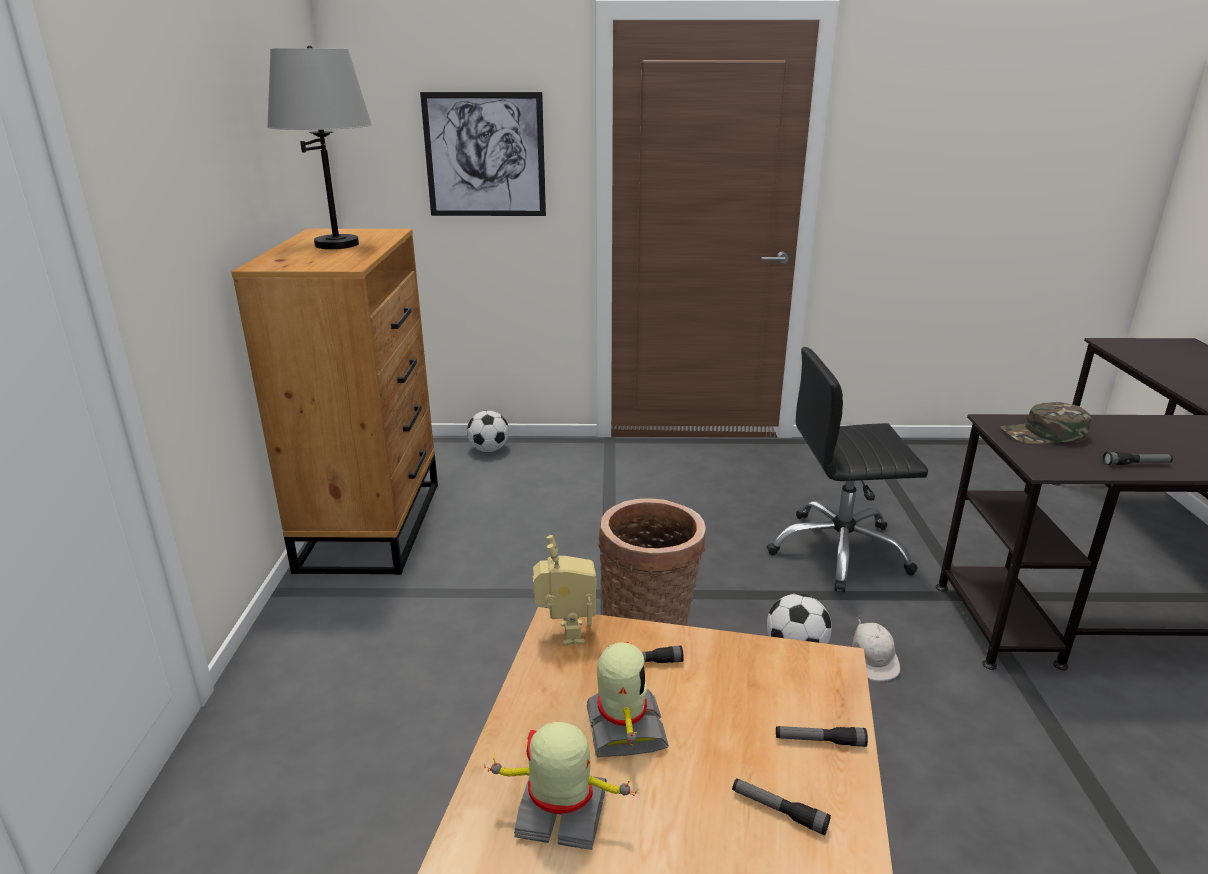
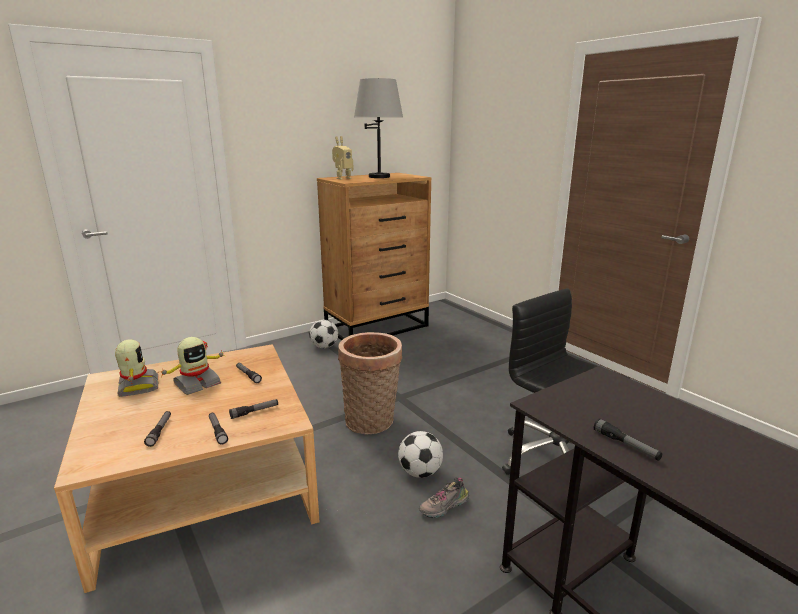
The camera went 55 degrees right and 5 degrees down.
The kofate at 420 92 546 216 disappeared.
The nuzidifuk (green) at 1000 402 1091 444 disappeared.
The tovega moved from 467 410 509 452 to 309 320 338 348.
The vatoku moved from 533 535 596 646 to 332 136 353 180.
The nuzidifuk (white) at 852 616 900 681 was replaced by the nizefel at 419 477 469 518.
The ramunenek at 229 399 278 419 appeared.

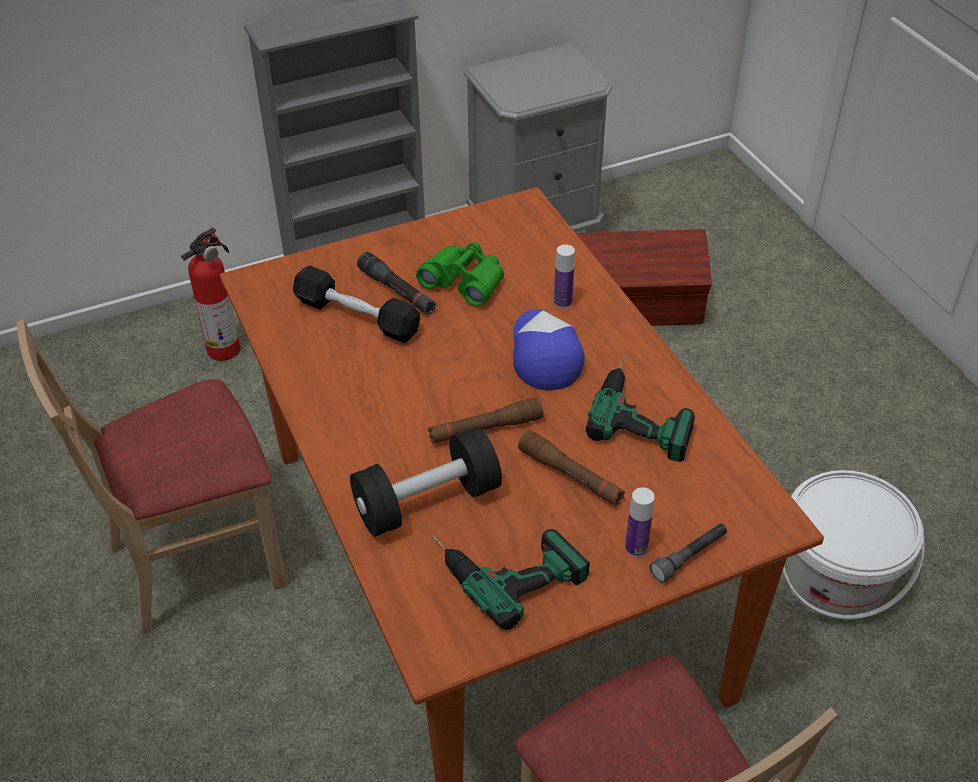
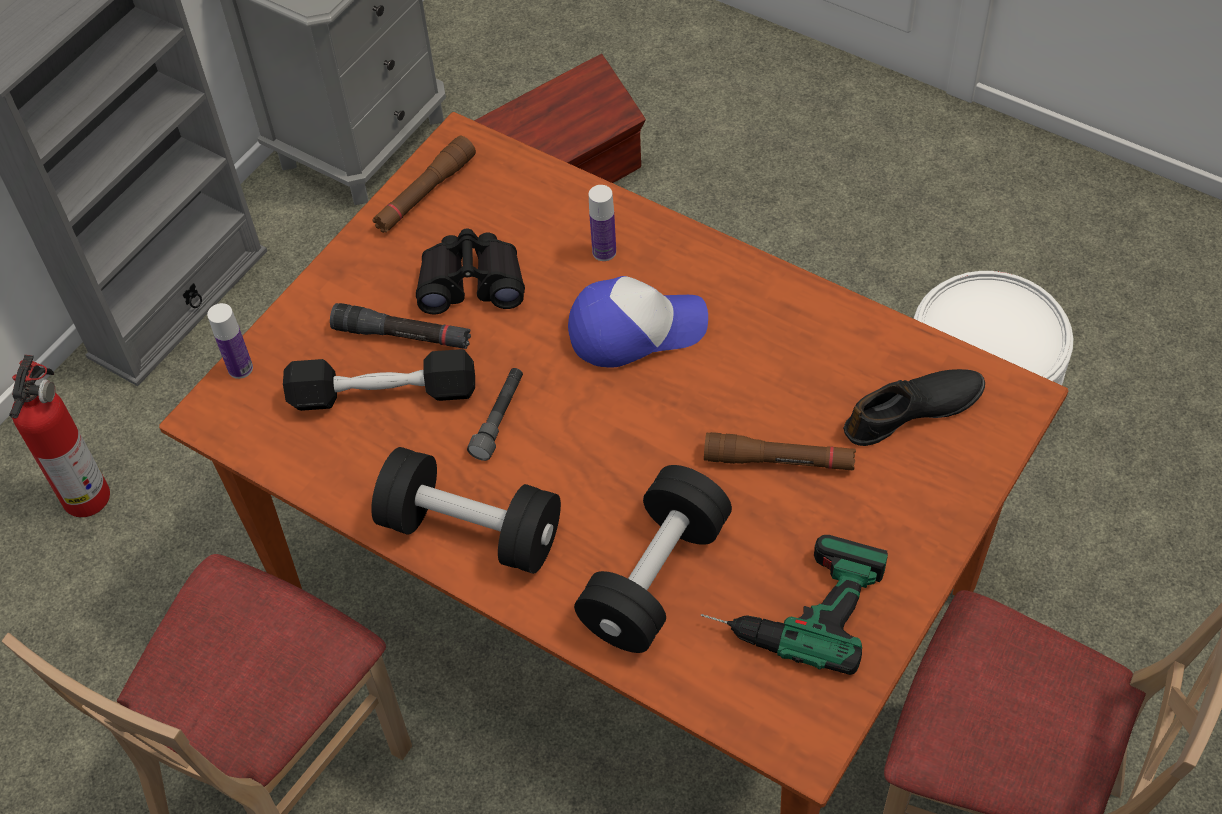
The camera went 30 degrees left and 10 degrees up.
The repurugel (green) at 416 242 504 307 became the repurugel (black) at 416 228 525 314.
The nuzidifuk at 513 309 585 390 turned 120 degrees clockwise.
The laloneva at 586 356 695 462 disappeared.
The ramunenek (brown) moved from 428 397 544 444 to 373 136 476 233.
The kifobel moved from 625 487 655 557 to 207 303 253 379.
The ramunenek (grey) moved from 650 524 727 583 to 467 368 523 461.
The nizefel (black) at 843 369 985 446 appeared.
The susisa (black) at 371 447 561 574 appeared.

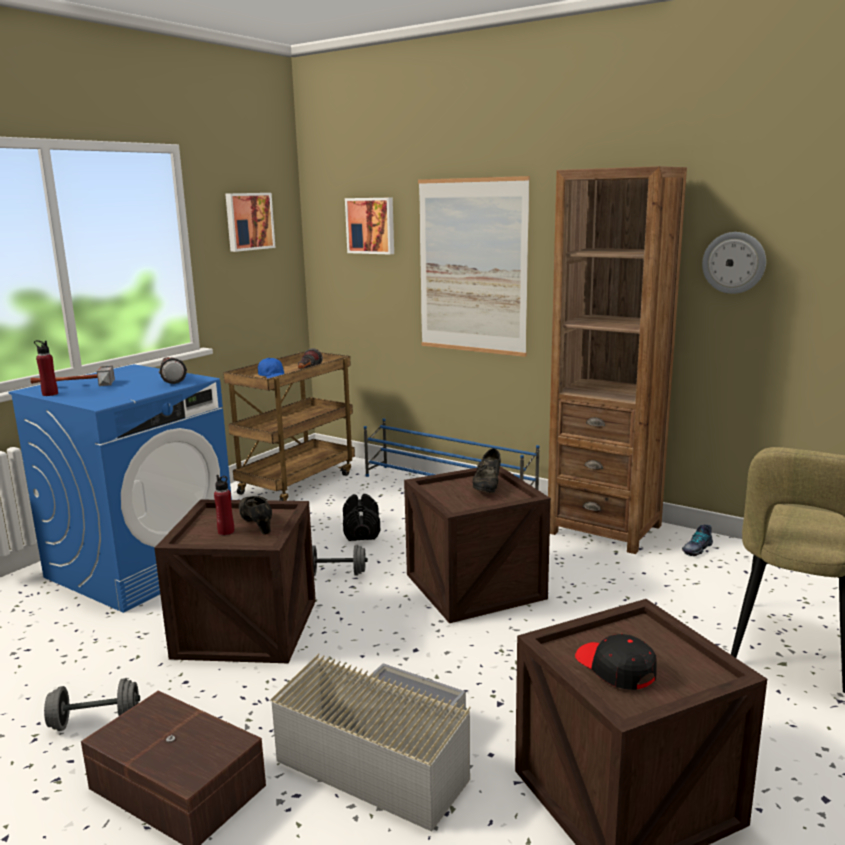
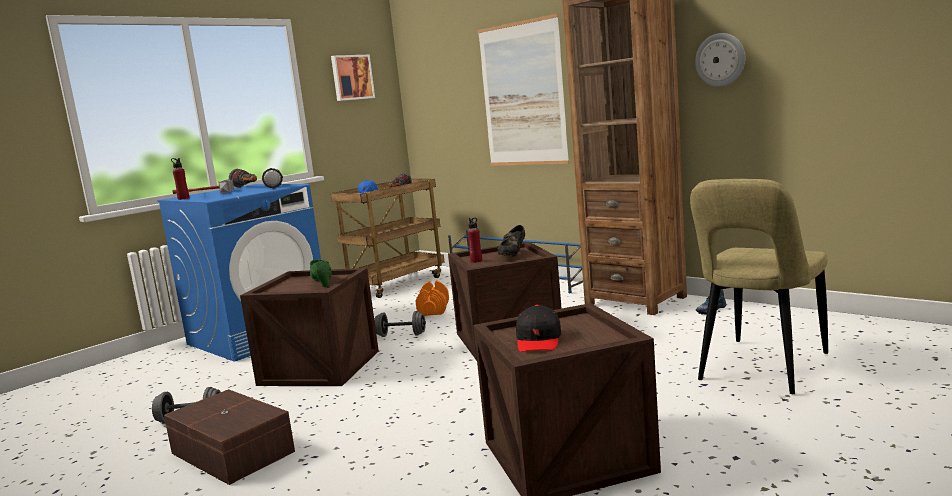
The camera went 10 degrees right and 5 degrees down.
The kofate at 345 197 394 255 disappeared.
The kifobel (red) moved from 214 475 234 535 to 467 218 482 263.
The susisa (black) at 343 494 380 541 became the susisa (orange) at 415 281 449 316.
The nizefel (black) at 239 496 272 535 became the nizefel (green) at 310 259 332 287.
The nuzidifuk (black) at 575 634 657 690 turned 150 degrees counterclockwise.
The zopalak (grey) at 270 654 470 832 disappeared.
The ramunenek at 229 169 257 188 appeared.

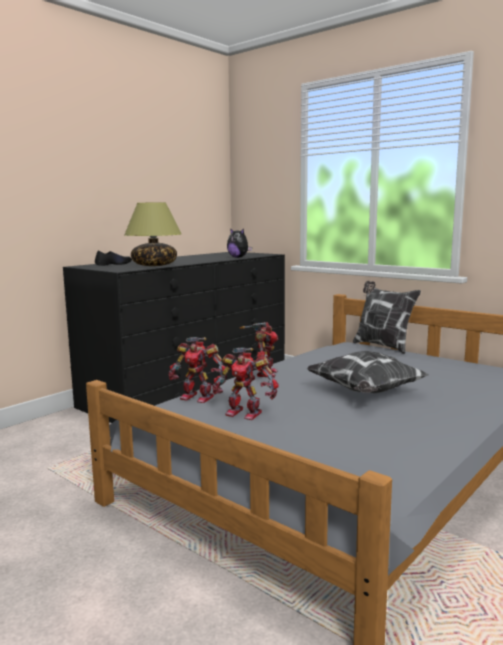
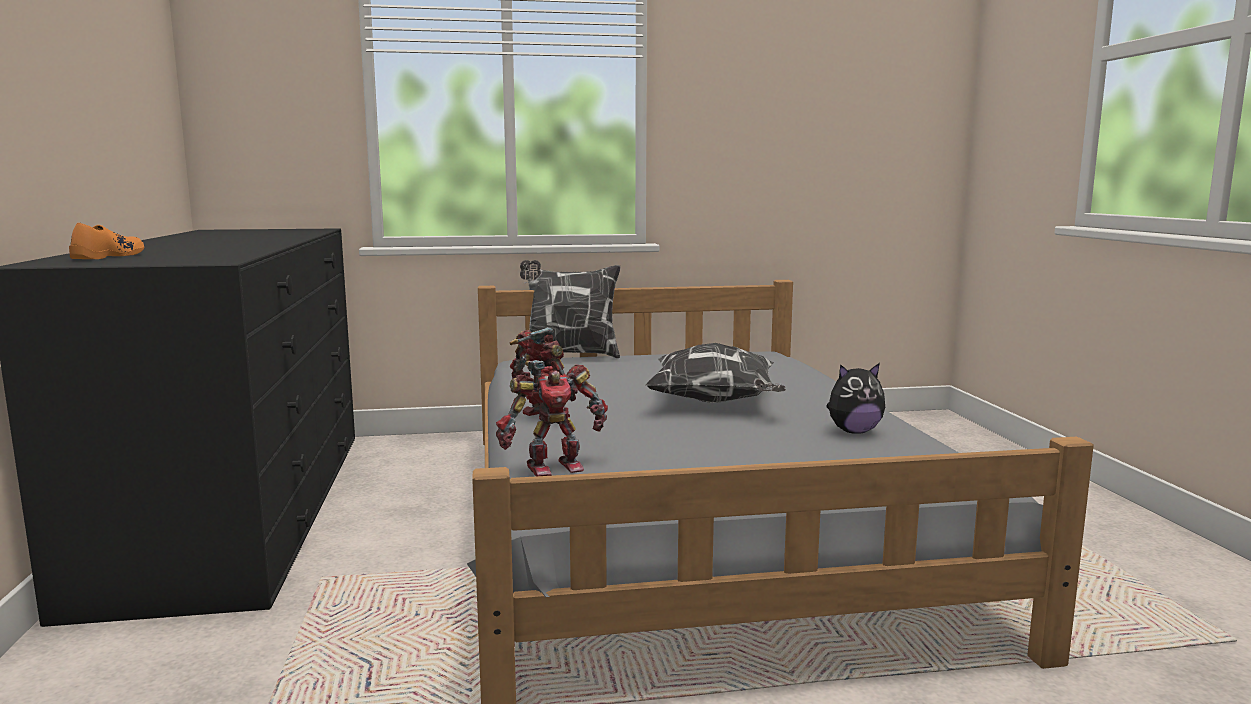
The camera went 50 degrees left and 0 degrees up.
The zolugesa at 124 203 181 266 disappeared.
The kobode moved from 227 228 252 258 to 826 363 885 434.
The nizefel (black) at 95 250 132 266 became the nizefel (orange) at 69 223 144 259.
The vatoku at 212 348 279 420 disappeared.

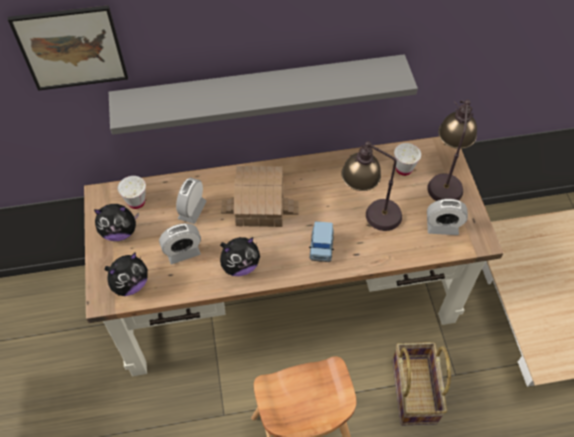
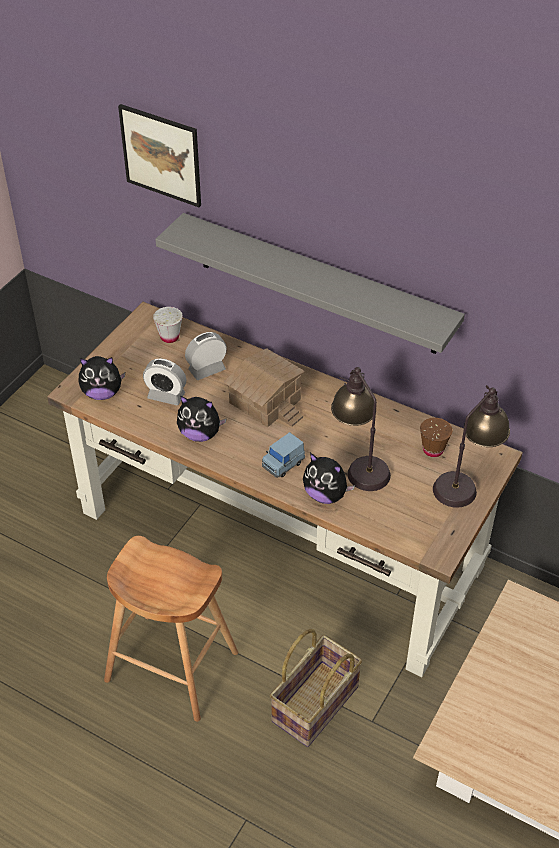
The camera went 40 degrees right and 10 degrees down.
The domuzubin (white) at 394 143 421 176 became the domuzubin (brown) at 420 418 452 457.
The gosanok at 427 199 468 235 disappeared.
The kobode moved from 94 204 139 241 to 303 453 355 504.

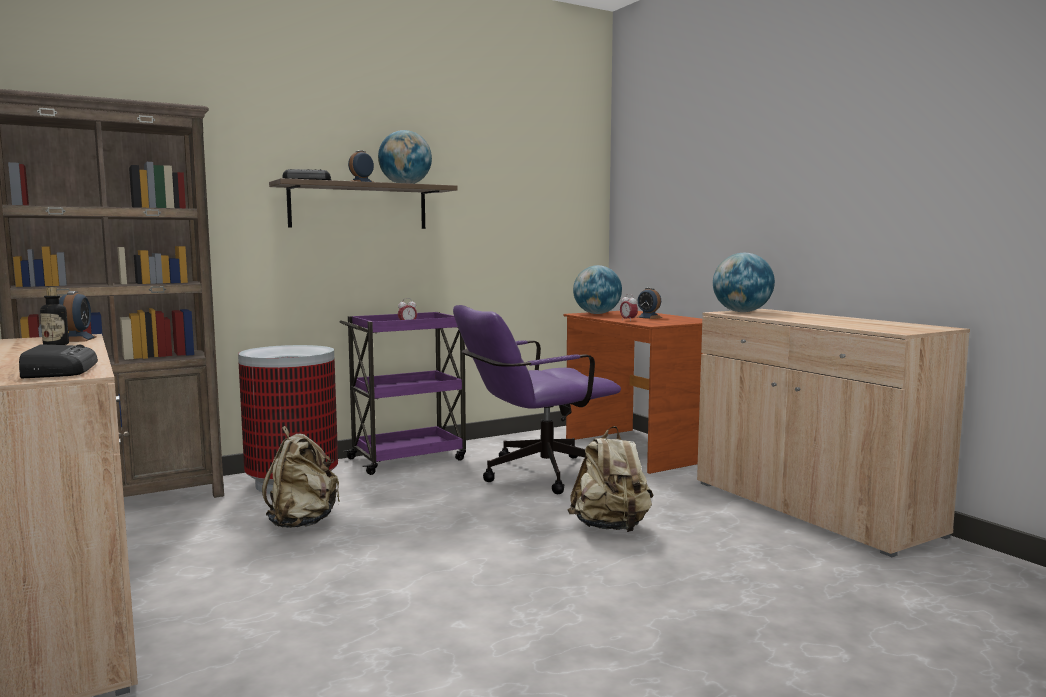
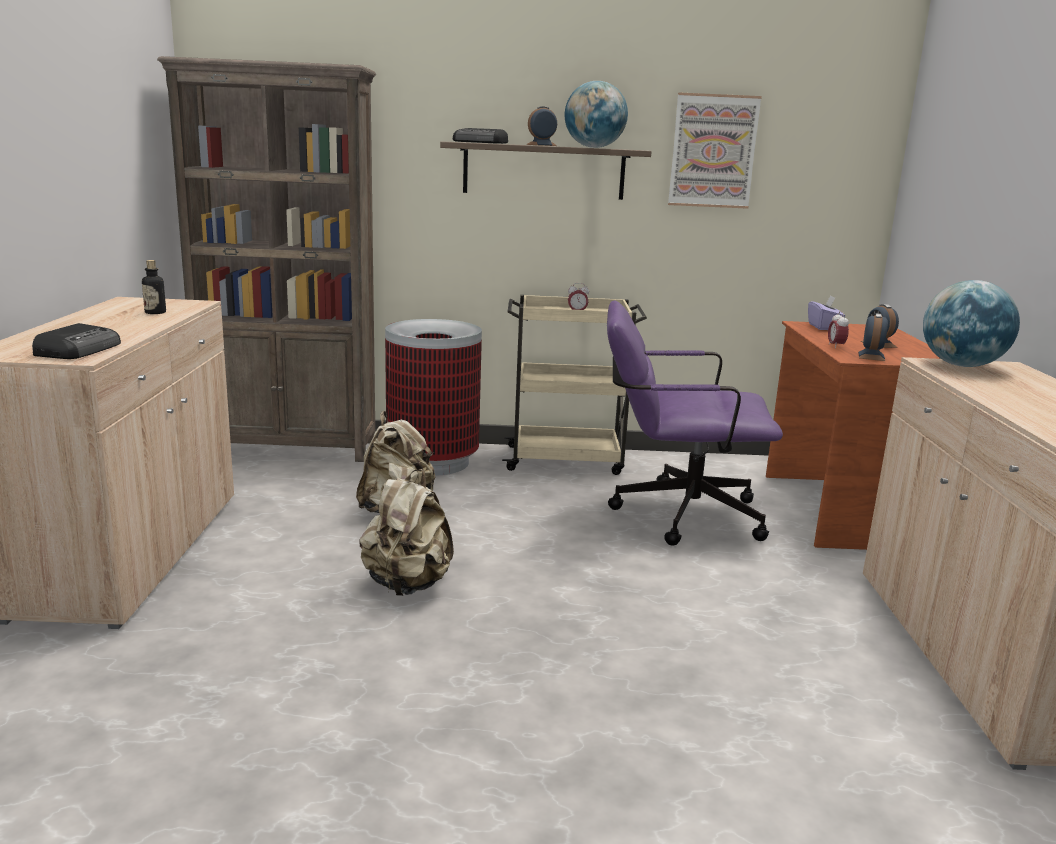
The camera went 30 degrees right and 10 degrees up.
The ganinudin at 573 265 622 314 was replaced by the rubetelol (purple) at 808 295 845 330.
The gosanok moved from 59 291 96 342 to 858 313 888 361.
The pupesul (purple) at 340 312 466 475 became the pupesul (beige) at 502 295 647 475.
The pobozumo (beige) moved from 568 426 654 532 to 359 469 454 596.
The kofate at 668 93 762 209 appeared.

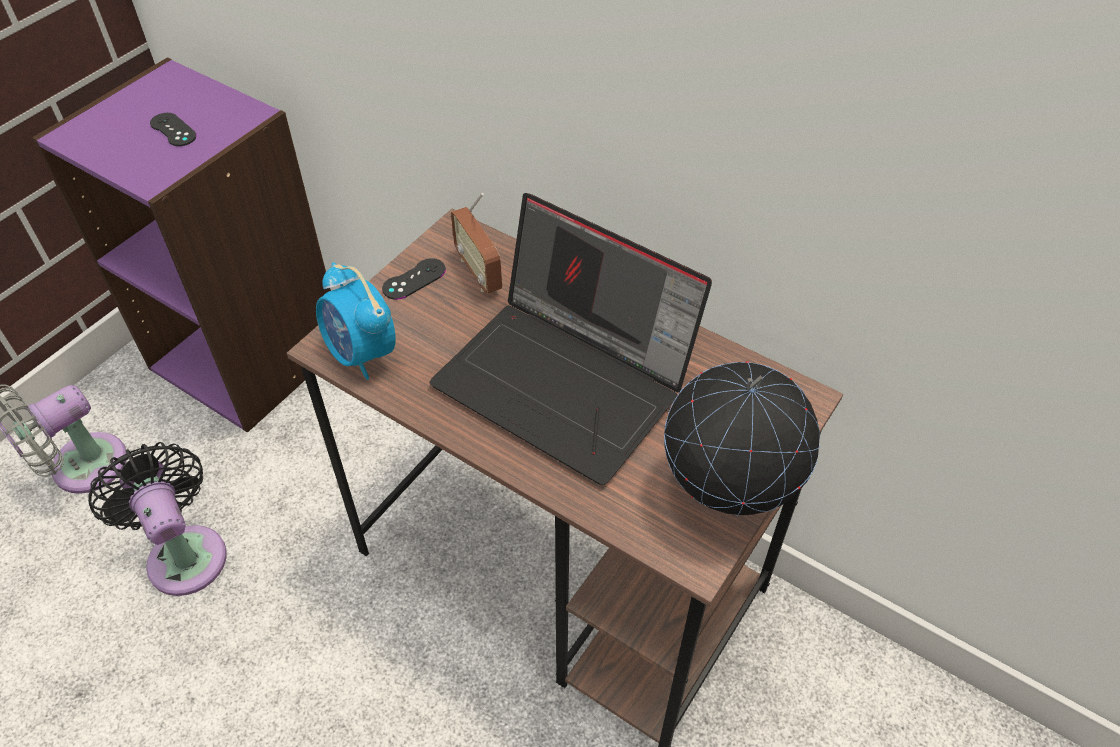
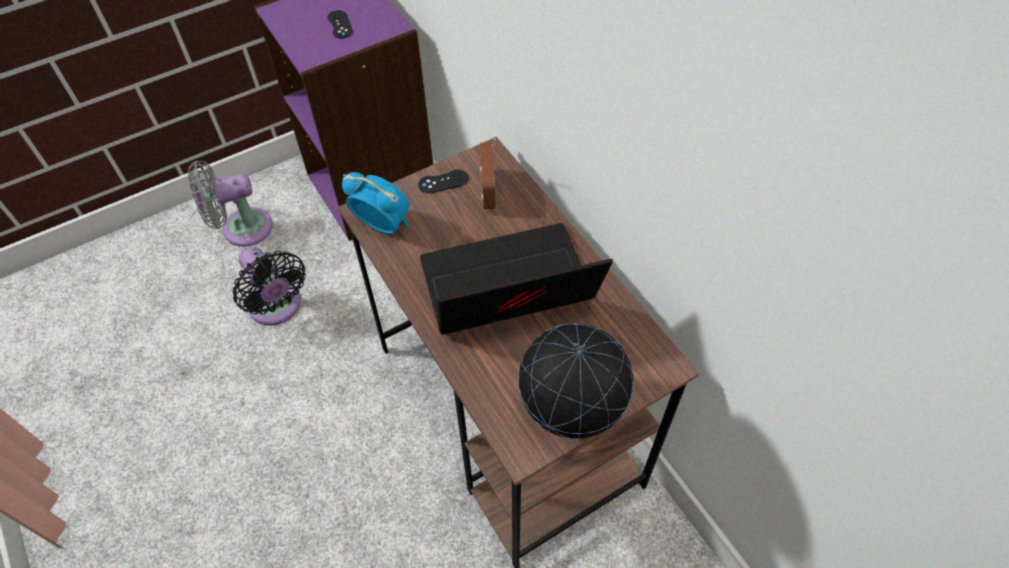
The camera went 25 degrees right and 5 degrees up.
The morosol at 430 193 712 485 turned 105 degrees clockwise.
The gosanok at 316 262 396 380 turned 135 degrees clockwise.
The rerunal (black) at 88 442 227 596 turned 150 degrees clockwise.

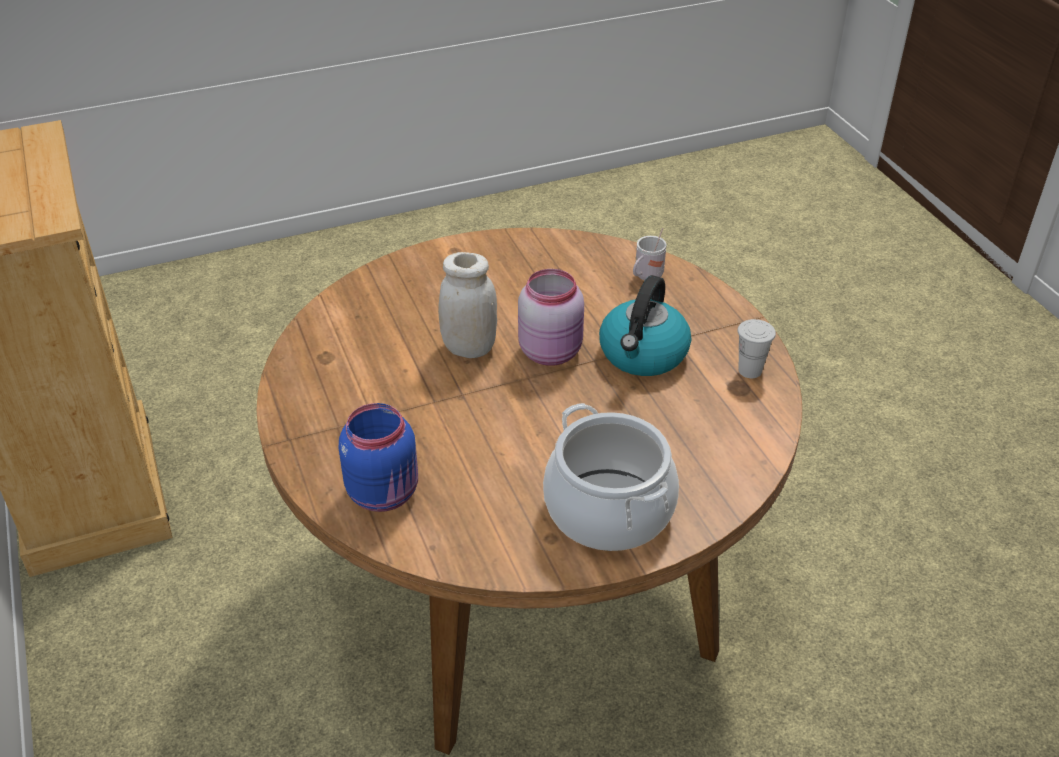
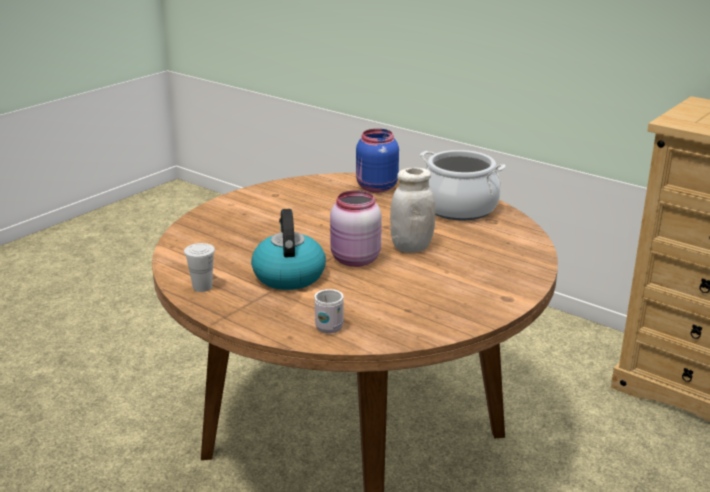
The camera went 150 degrees right and 15 degrees down.
The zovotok moved from 543 403 679 551 to 420 150 505 220.

